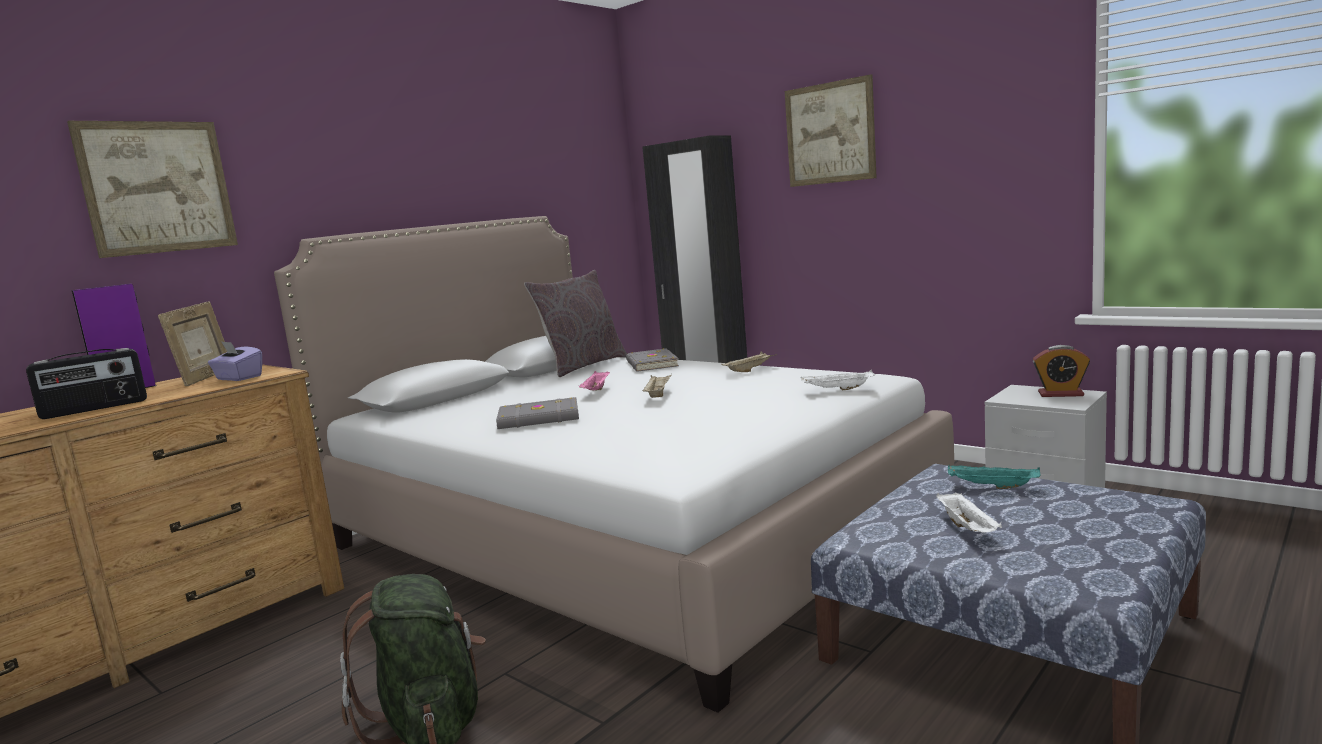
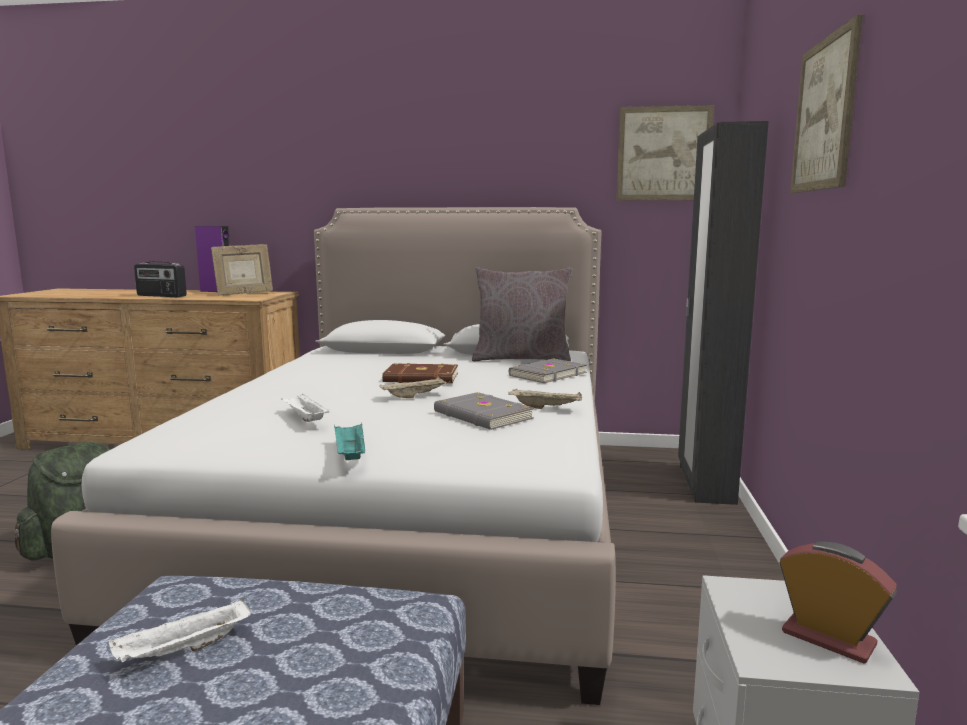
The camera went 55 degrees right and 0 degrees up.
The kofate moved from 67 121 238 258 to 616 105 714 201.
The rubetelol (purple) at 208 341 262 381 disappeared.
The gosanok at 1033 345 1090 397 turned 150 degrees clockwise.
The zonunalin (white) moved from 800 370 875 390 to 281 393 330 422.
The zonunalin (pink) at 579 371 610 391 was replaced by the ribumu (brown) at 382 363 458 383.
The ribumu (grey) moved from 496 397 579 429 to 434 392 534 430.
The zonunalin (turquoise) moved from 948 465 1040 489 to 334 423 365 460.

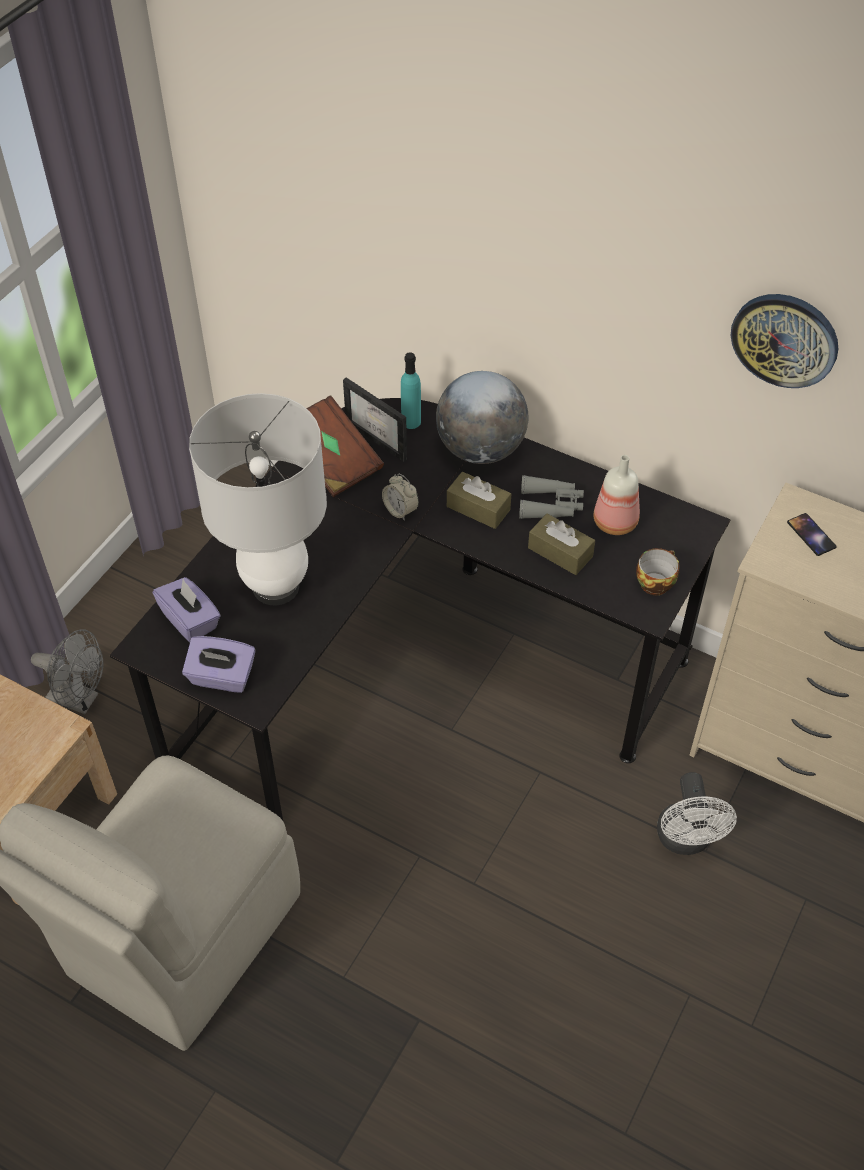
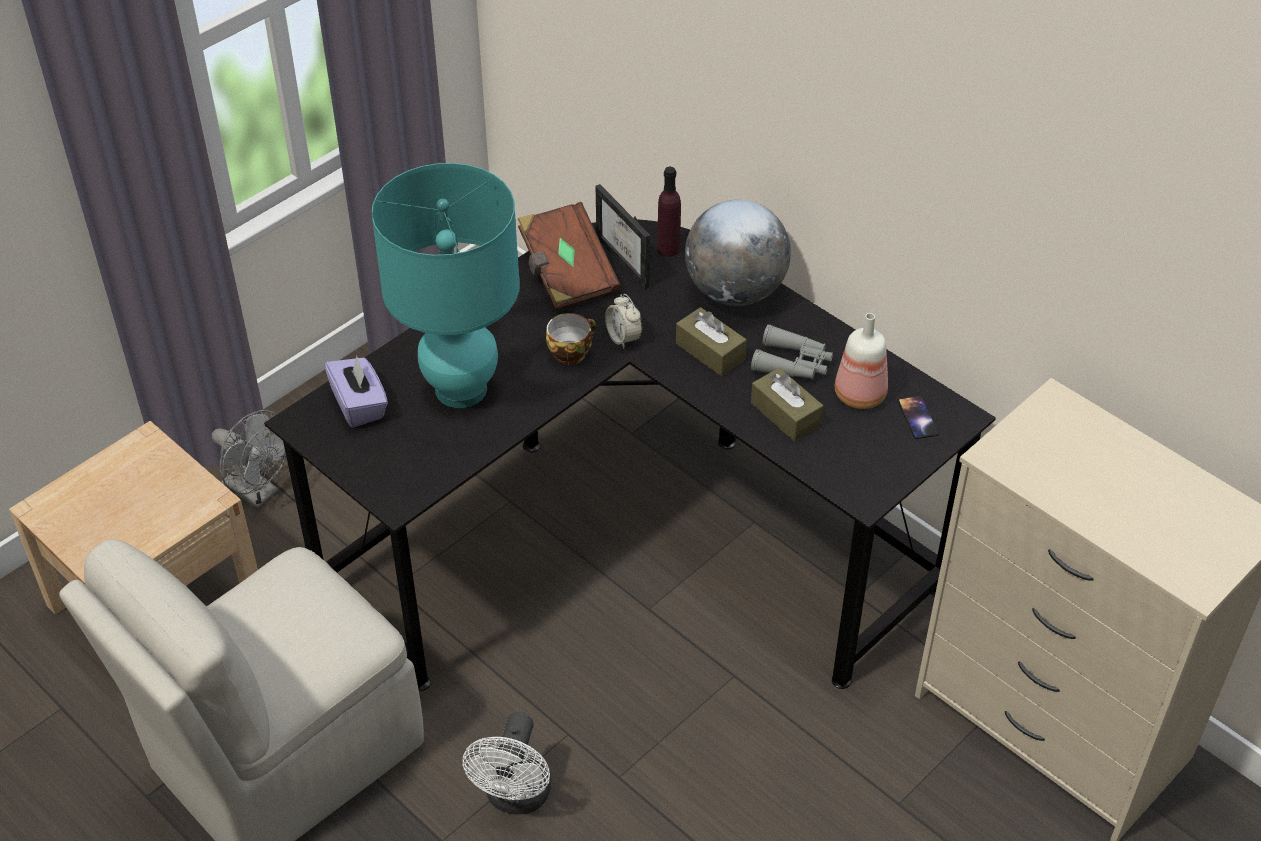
The camera went 15 degrees right and 5 degrees down.
The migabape at 731 294 838 388 disappeared.
The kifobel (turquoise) at 401 352 421 429 became the kifobel (purple) at 657 167 681 257.
The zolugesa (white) at 189 393 327 605 became the zolugesa (turquoise) at 371 163 520 408.
The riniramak moved from 787 513 837 556 to 898 395 939 439.
The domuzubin moved from 636 548 679 595 to 546 313 596 365.
The rubetelol (purple) at 182 636 256 693 disappeared.
The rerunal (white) moved from 657 772 737 855 to 462 712 551 815.

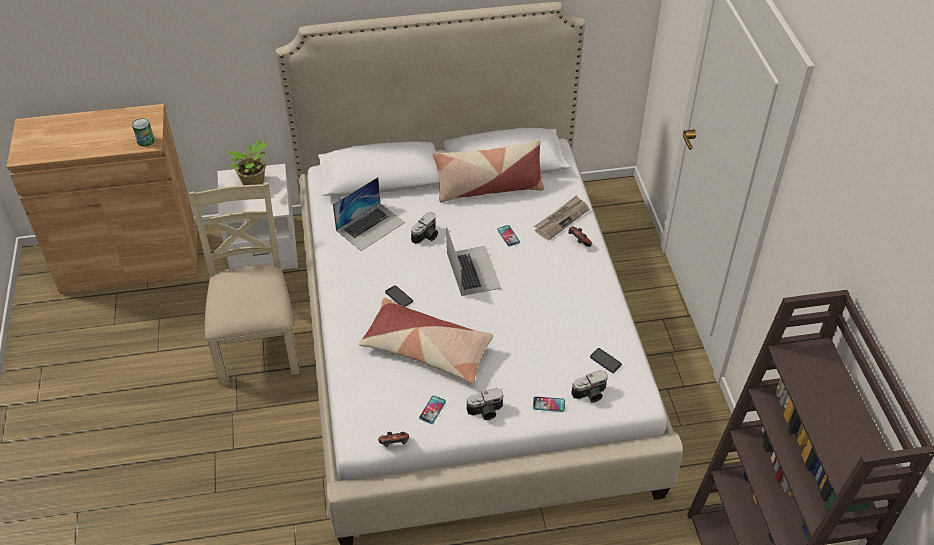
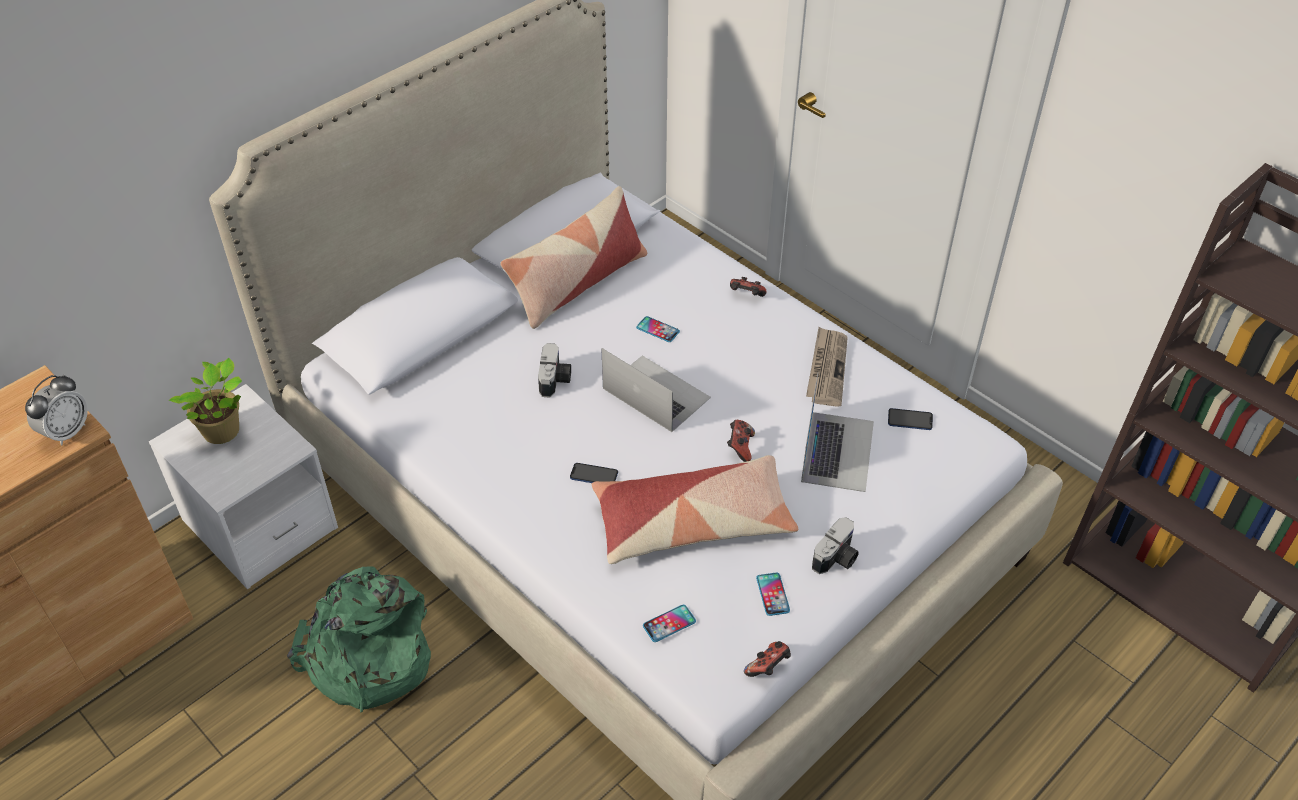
The camera went 35 degrees left and 0 degrees up.
The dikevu at 132 118 154 147 was replaced by the gosanok at 25 374 88 446.
The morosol moved from 333 177 405 251 to 801 373 874 492.
The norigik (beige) at 189 182 300 385 was replaced by the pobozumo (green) at 287 567 431 713.
The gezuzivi moved from 534 195 590 241 to 806 327 848 407.
The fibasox at 571 370 608 403 disappeared.
The riniramak moved from 533 397 565 412 to 643 605 696 642.
The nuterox at 727 420 755 462 appeared.

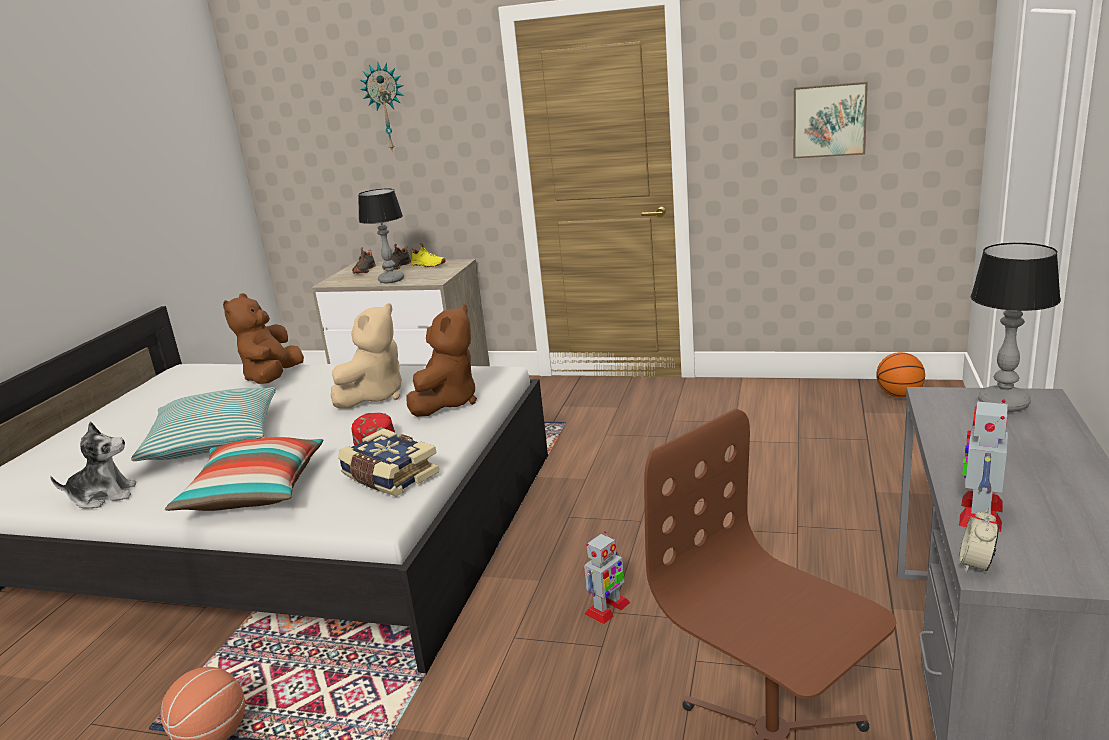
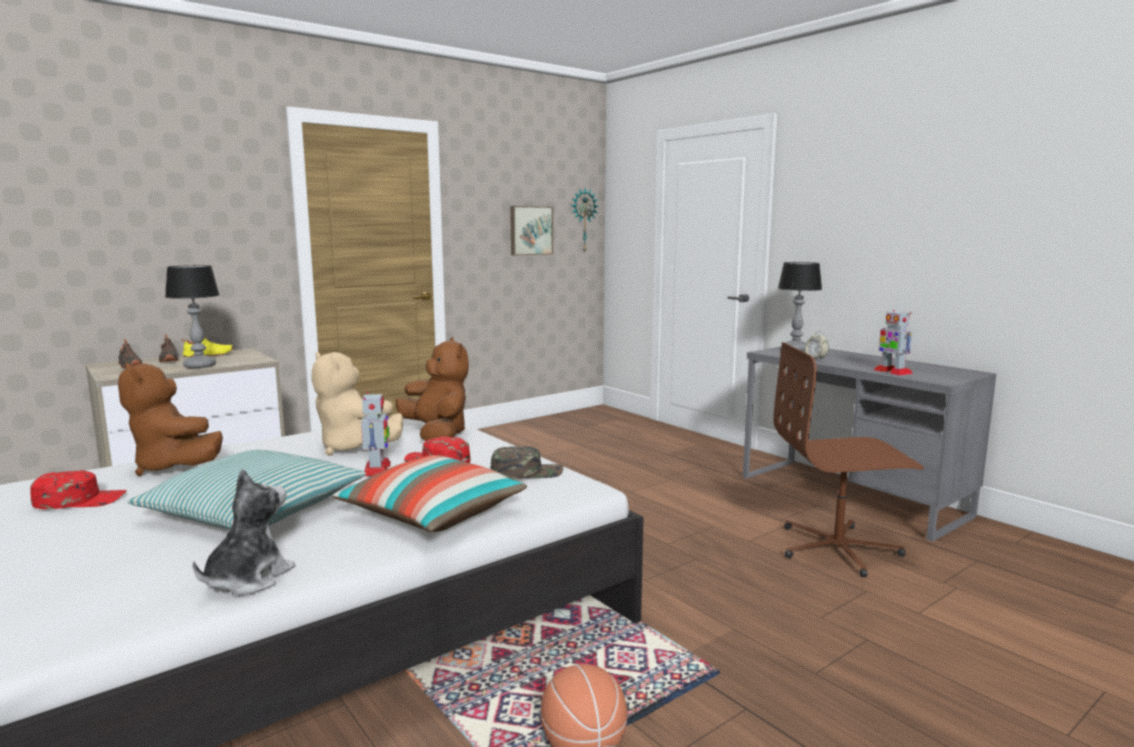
The camera went 55 degrees left and 10 degrees down.
The migabape moved from 360 63 404 150 to 571 188 598 252.
The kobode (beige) at 331 303 402 408 turned 150 degrees clockwise.
The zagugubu at 876 352 925 398 disappeared.
The ribumu at 338 428 440 497 was replaced by the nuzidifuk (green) at 490 446 563 480.
The gosanok moved from 959 507 999 573 to 805 331 829 360.
The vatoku moved from 584 531 631 624 to 361 392 391 477.
The nuzidifuk (red) at 31 470 127 509 appeared.

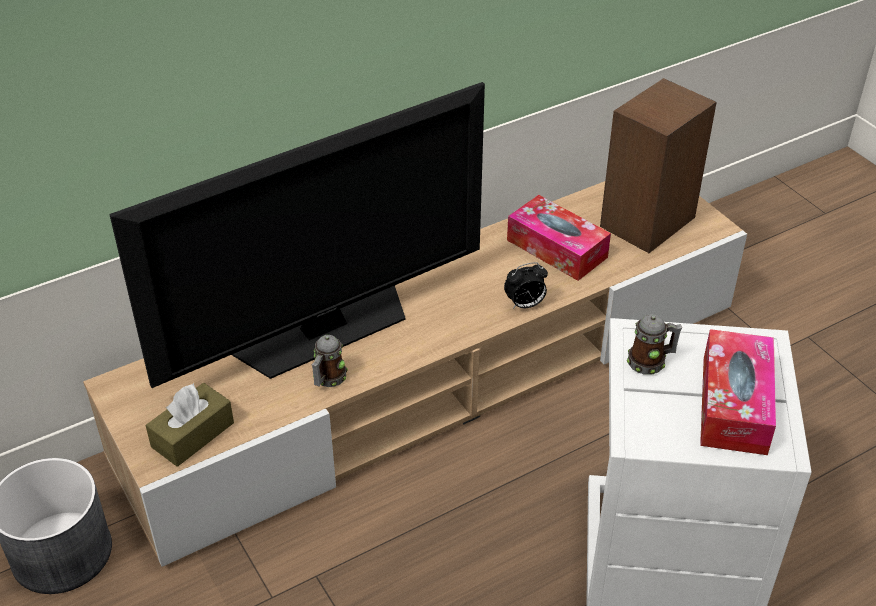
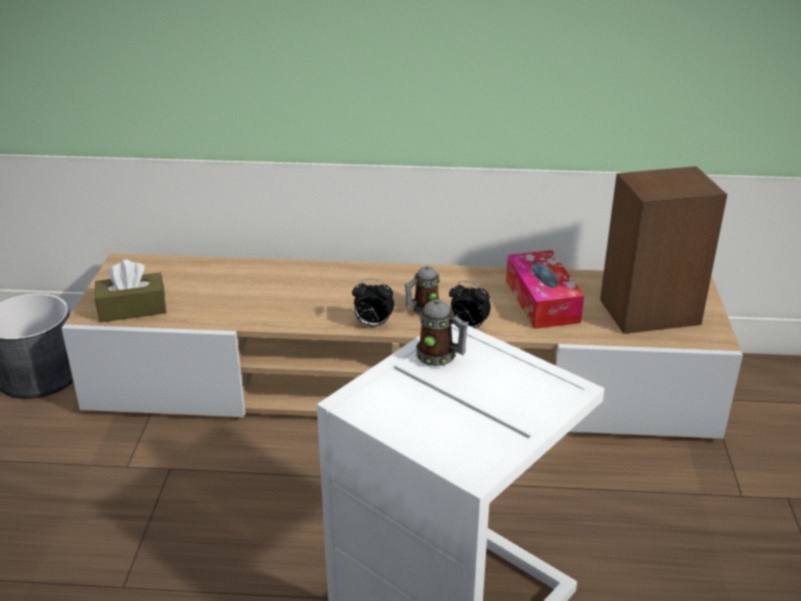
The camera went 35 degrees right and 10 degrees down.
The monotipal at 109 82 485 388 disappeared.
The rubetelol at 700 329 776 455 disappeared.
The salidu moved from 312 335 348 387 to 404 266 440 315.
The gosanok at 352 279 394 327 appeared.

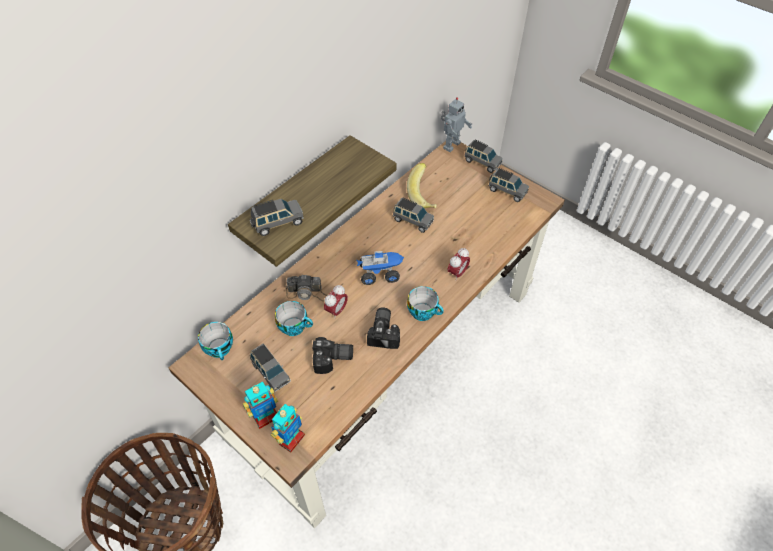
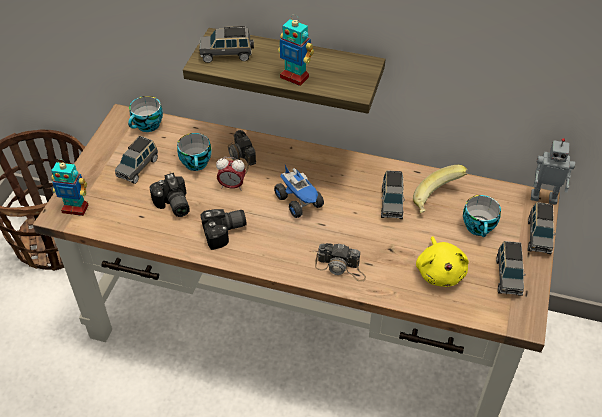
The camera went 65 degrees right and 5 degrees down.
The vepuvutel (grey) at 250 199 304 236 turned 135 degrees clockwise.
The gosanok at 448 248 470 281 was replaced by the fibasox at 315 243 366 282.
The domuzubin moved from 407 286 444 321 to 463 195 501 237.
The vatoku moved from 243 382 278 429 to 278 14 314 86.
The kobode (yellow) at 416 236 469 287 appeared.

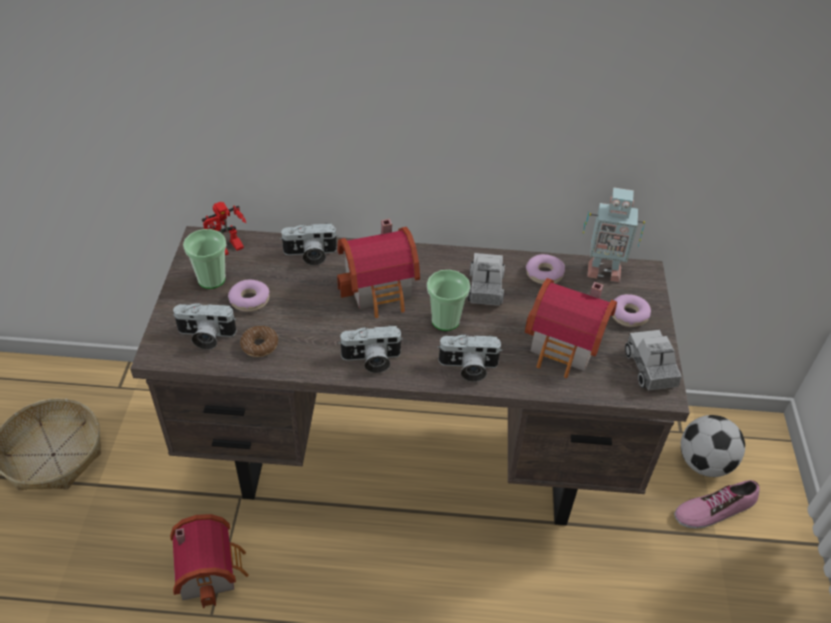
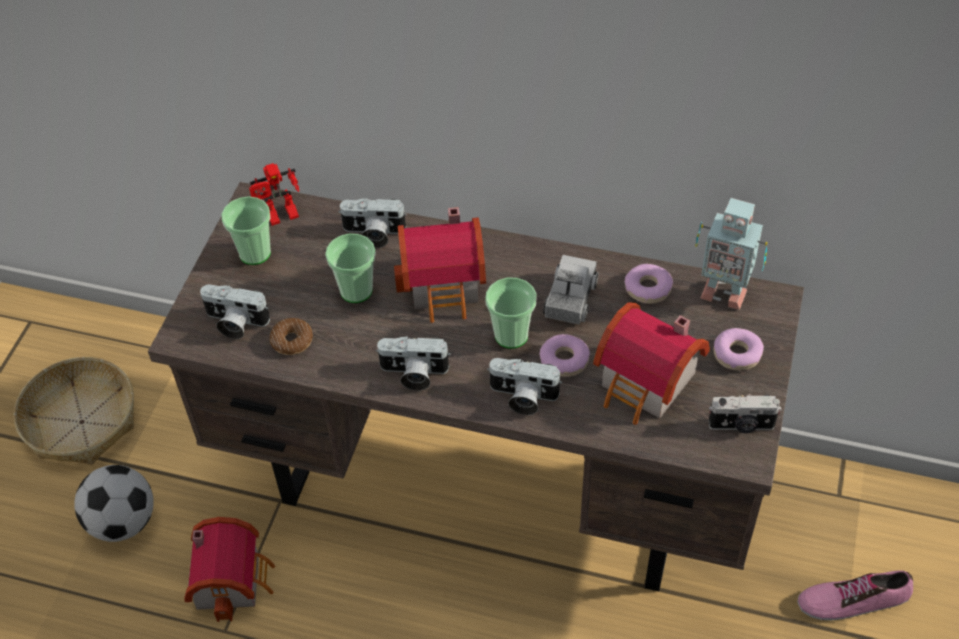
The camera went 15 degrees right and 5 degrees up.
The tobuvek moved from 228 280 270 312 to 539 334 590 377.
The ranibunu at 625 330 682 391 was replaced by the fibasox at 709 394 781 433.
The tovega moved from 681 415 745 477 to 74 465 154 542.
The domuzubin at 325 233 376 303 appeared.

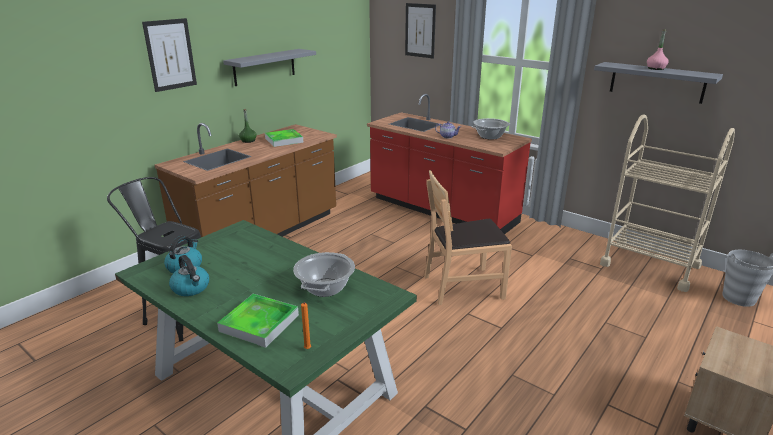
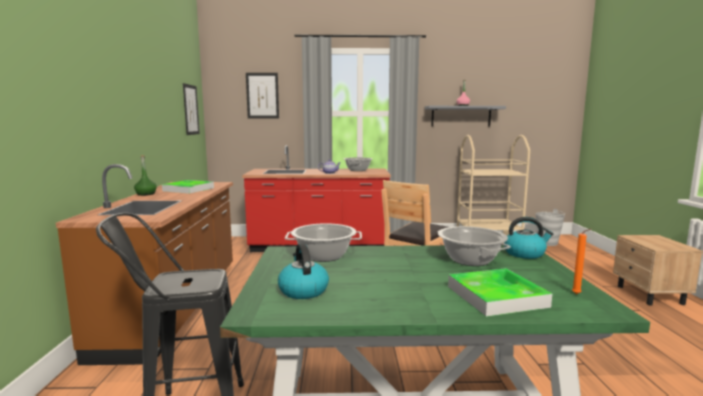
The camera went 40 degrees left and 15 degrees down.
The kofate moved from 142 18 197 92 to 183 83 200 135.
The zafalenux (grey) at 223 49 316 86 disappeared.
The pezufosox moved from 169 255 209 296 to 504 217 554 259.
The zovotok at 285 223 362 262 appeared.

